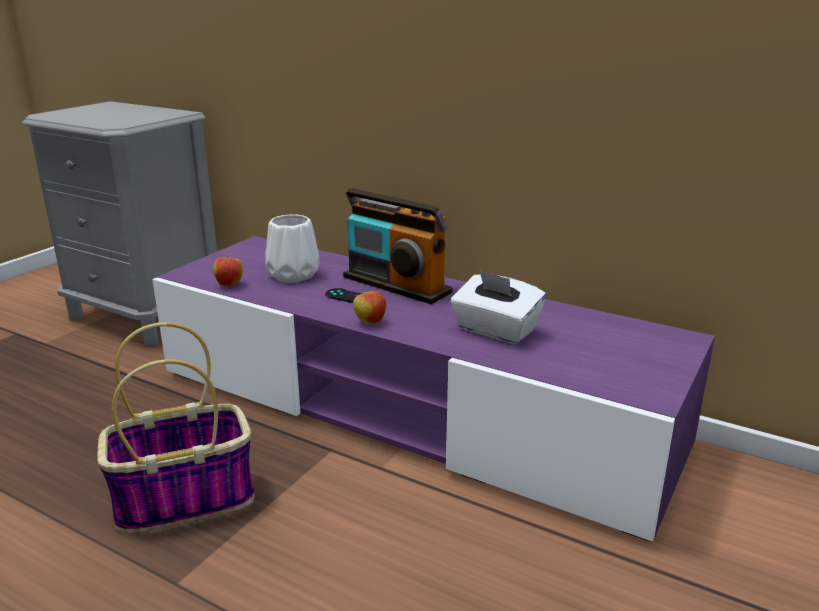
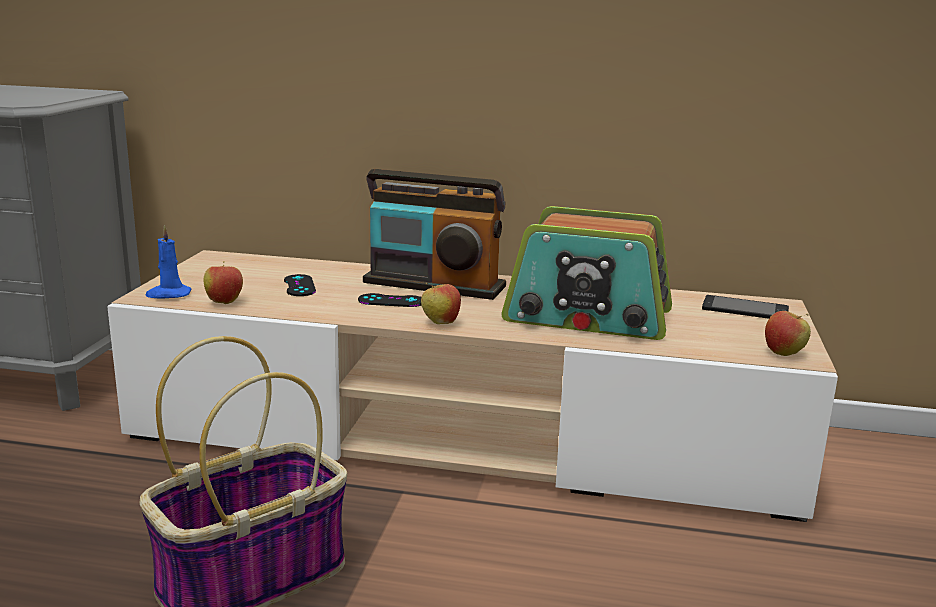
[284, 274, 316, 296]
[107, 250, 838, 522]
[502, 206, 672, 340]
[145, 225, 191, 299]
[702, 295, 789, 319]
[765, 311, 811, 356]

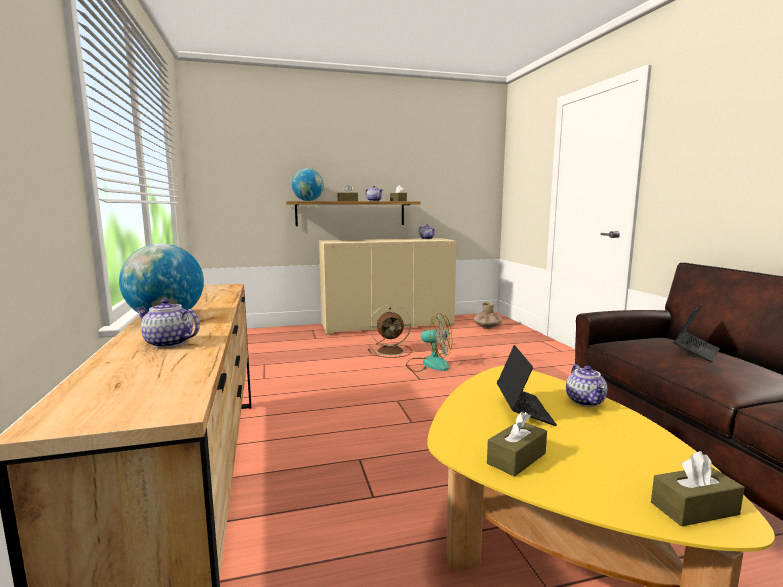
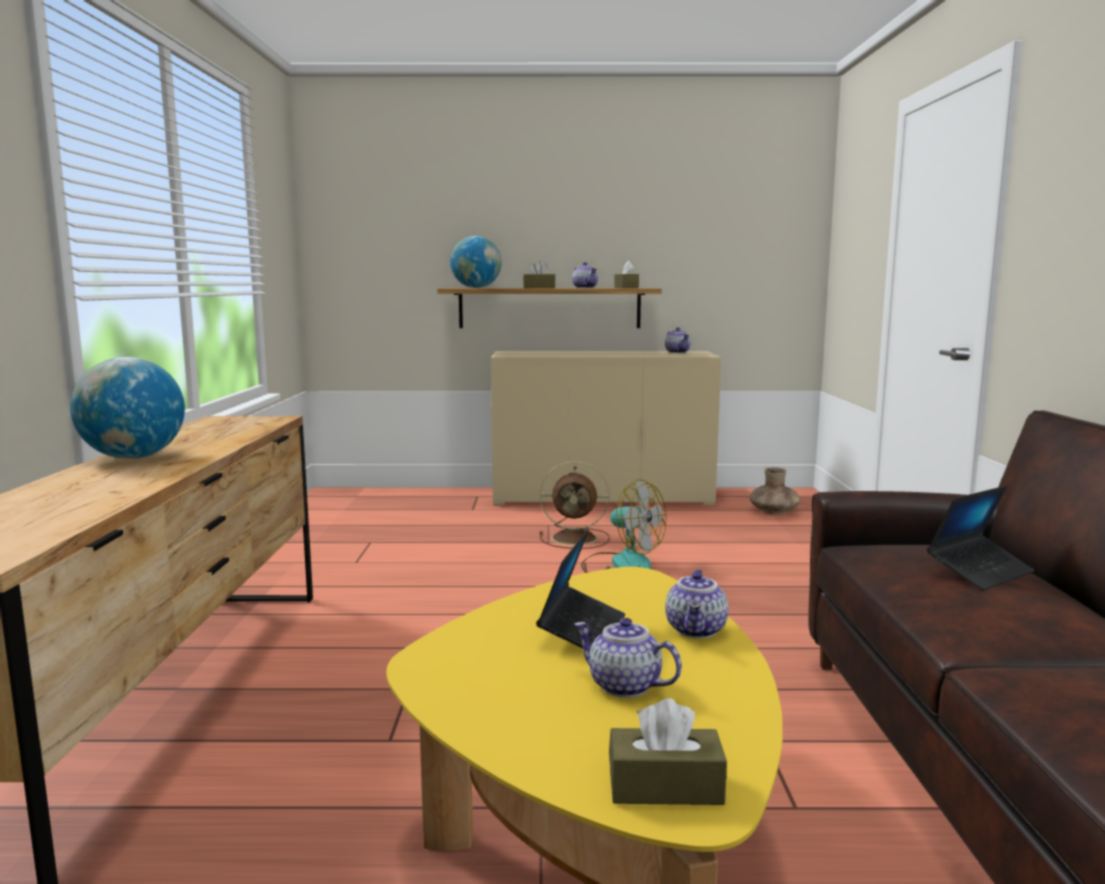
[574, 618, 682, 698]
[487, 412, 547, 477] (first image)

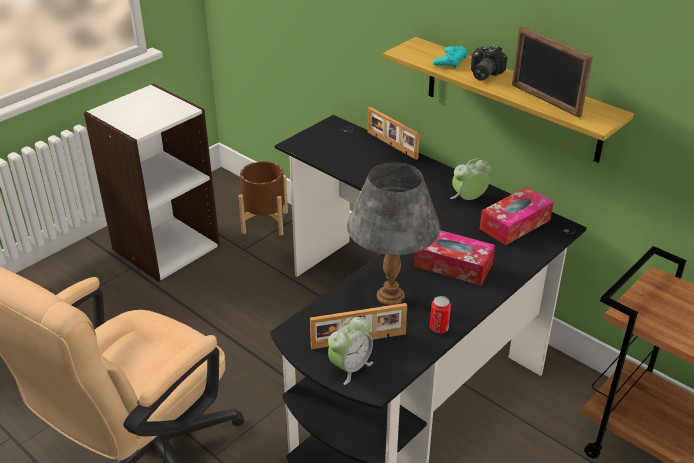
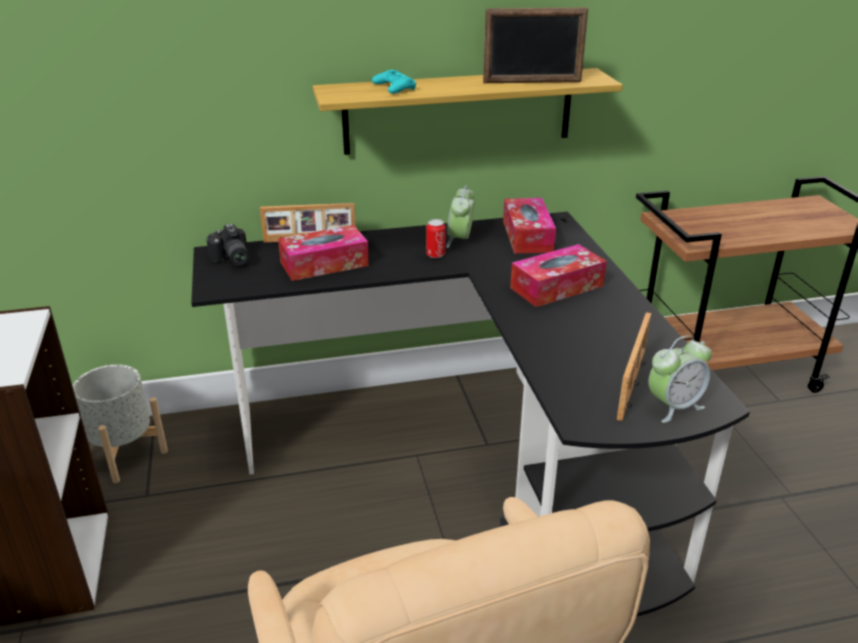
[206, 224, 249, 265]
[73, 364, 168, 483]
[347, 163, 440, 305] (first image)
[426, 219, 445, 258]
[648, 335, 712, 423]
[278, 225, 369, 281]

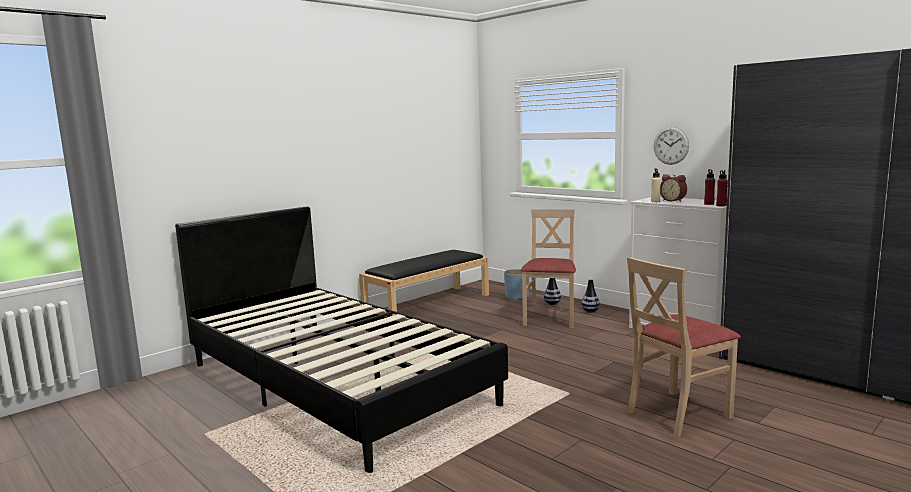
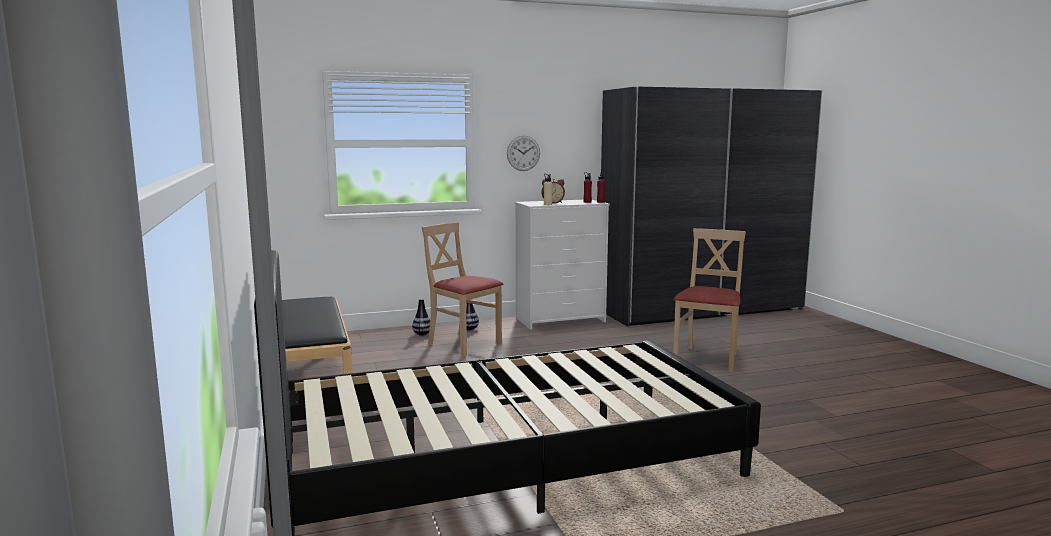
[673, 228, 746, 372]
[504, 269, 529, 300] (first image)

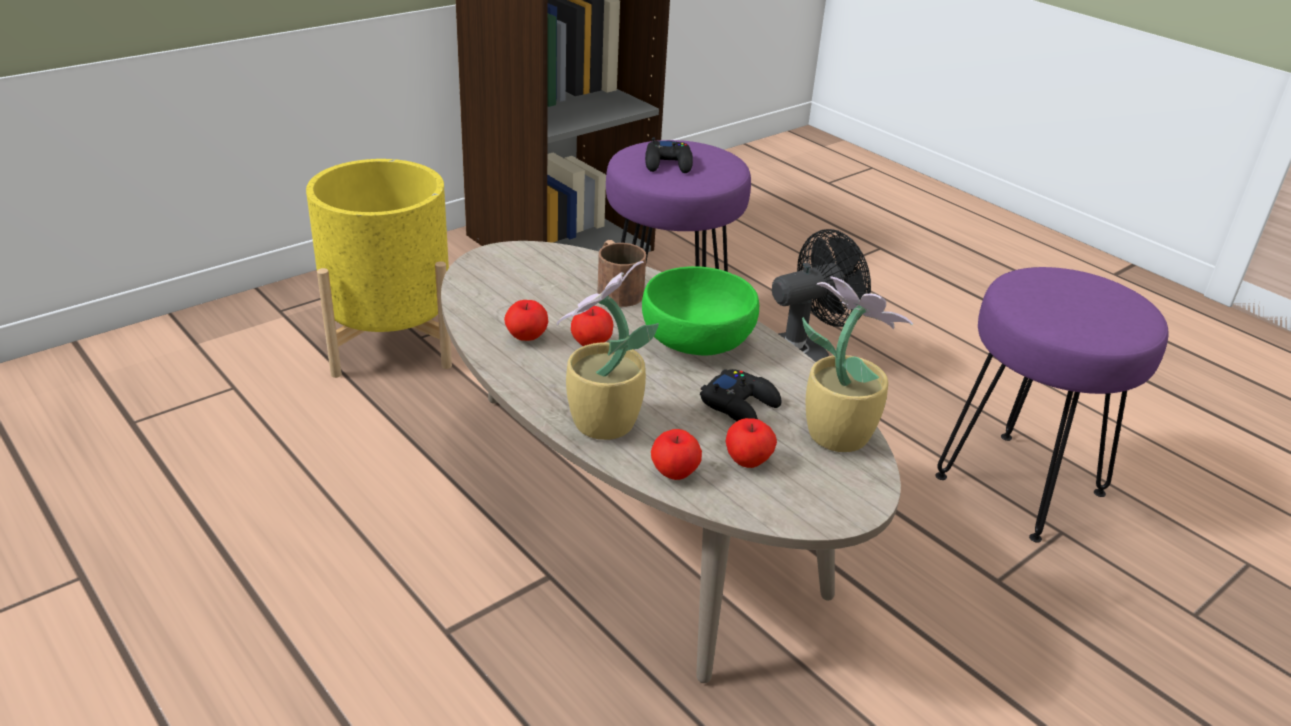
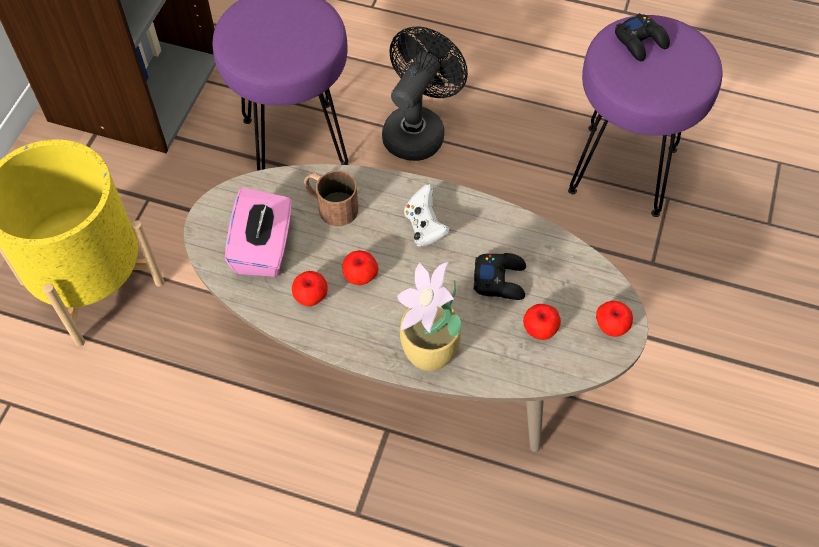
[615, 13, 670, 61]
[404, 184, 451, 247]
[802, 276, 913, 452] (first image)
[596, 301, 633, 337]
[225, 187, 292, 277]

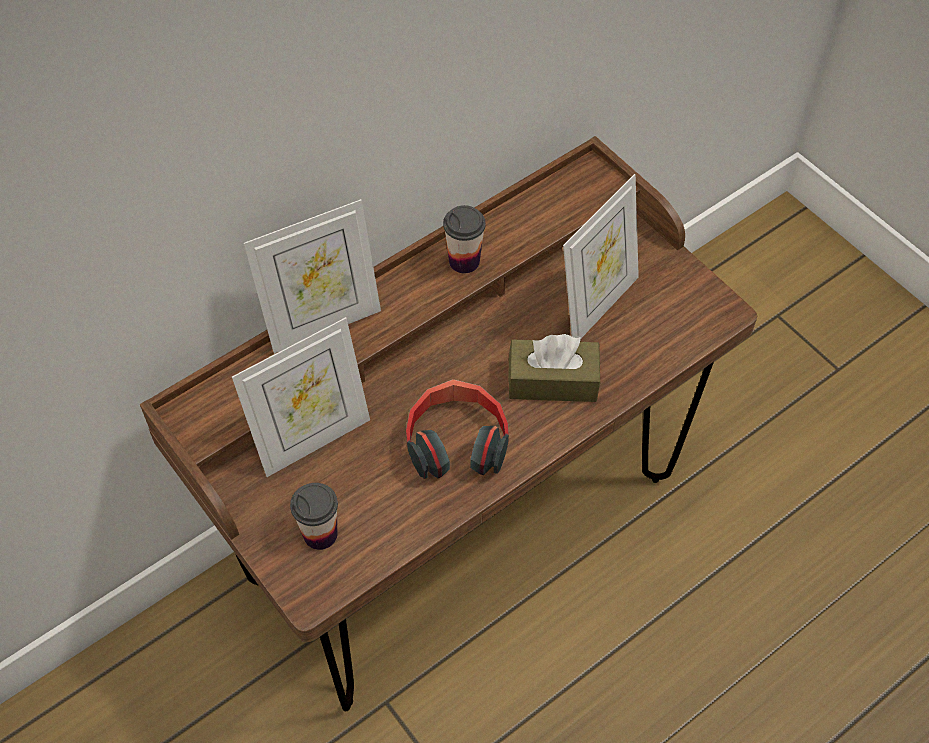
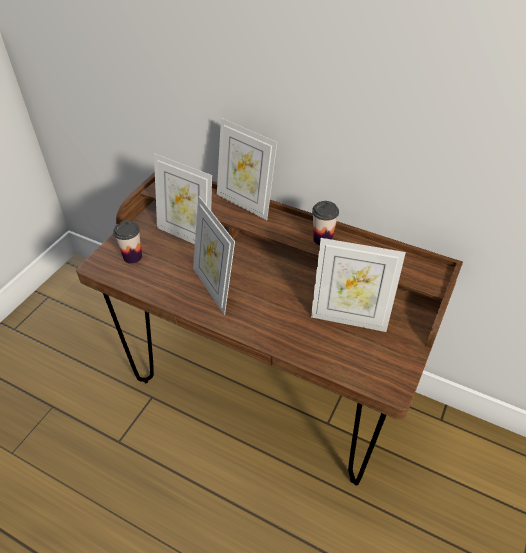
[508, 334, 600, 402] (first image)
[193, 196, 235, 315]

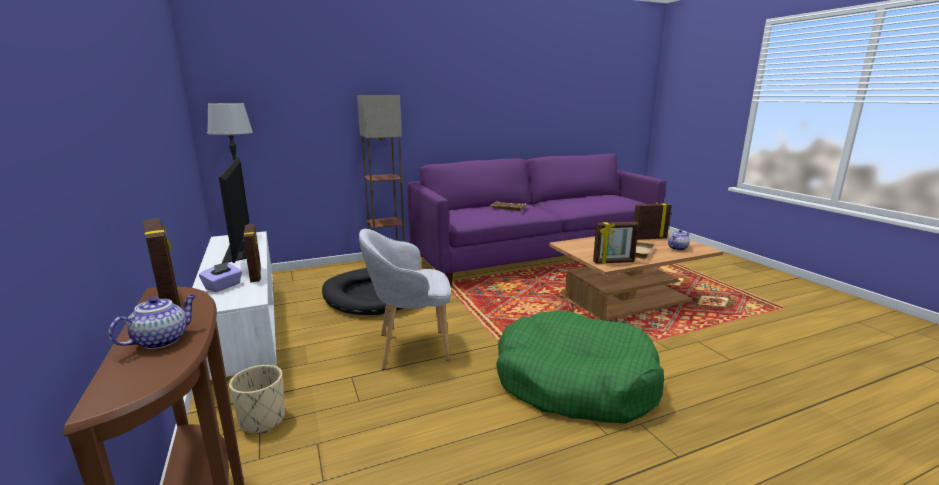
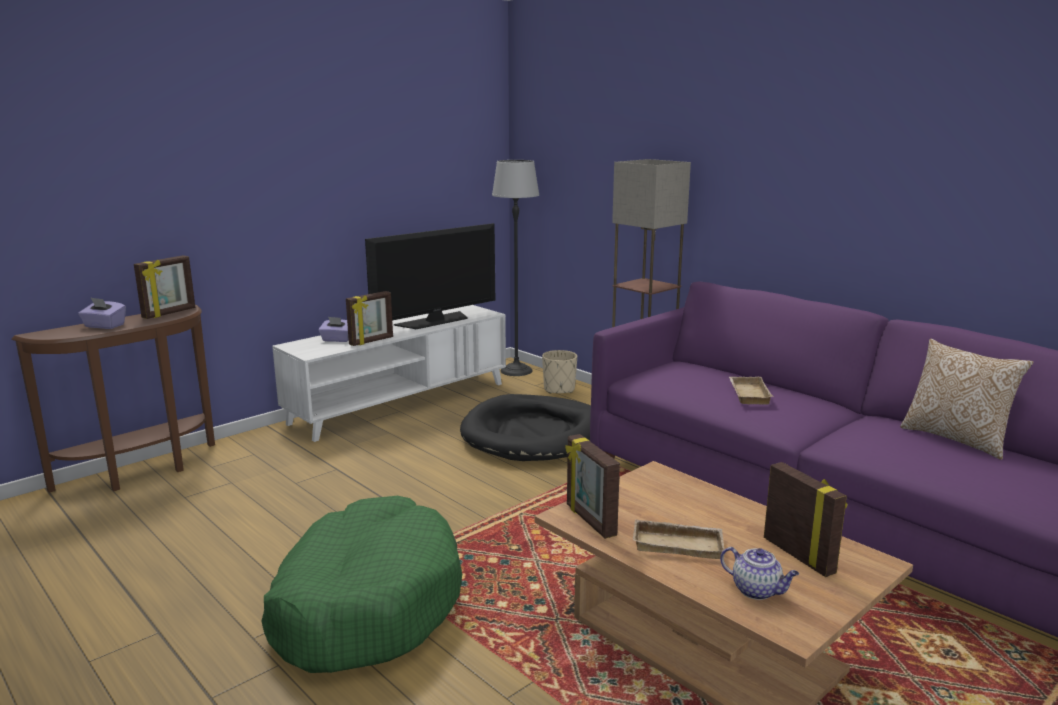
[359, 229, 451, 370] (first image)
[78, 297, 126, 329]
[542, 350, 577, 394]
[900, 339, 1033, 460]

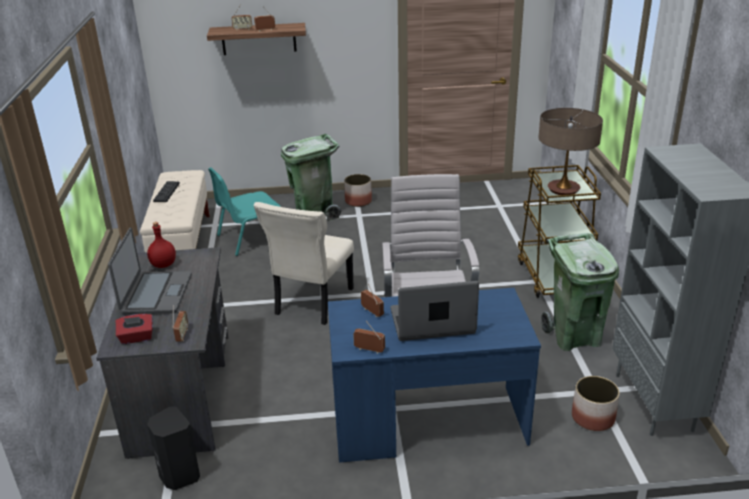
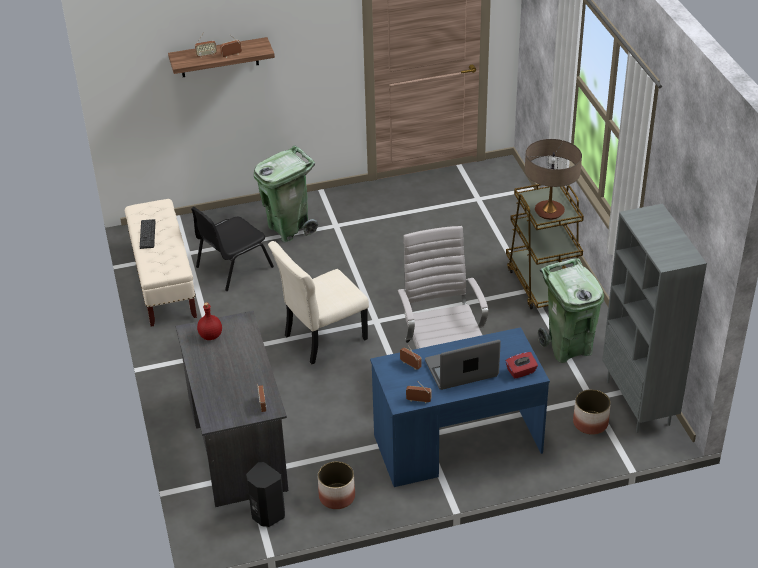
[191, 207, 274, 291]
[318, 461, 355, 509]
[268, 241, 369, 364]
[108, 227, 192, 314] (first image)
[506, 352, 538, 379]

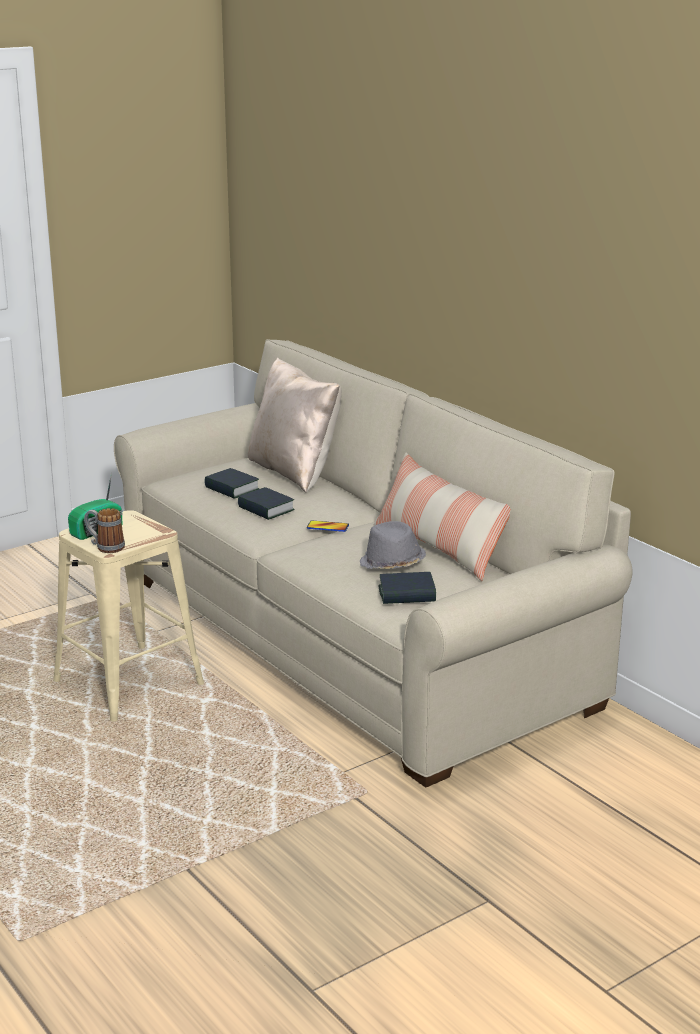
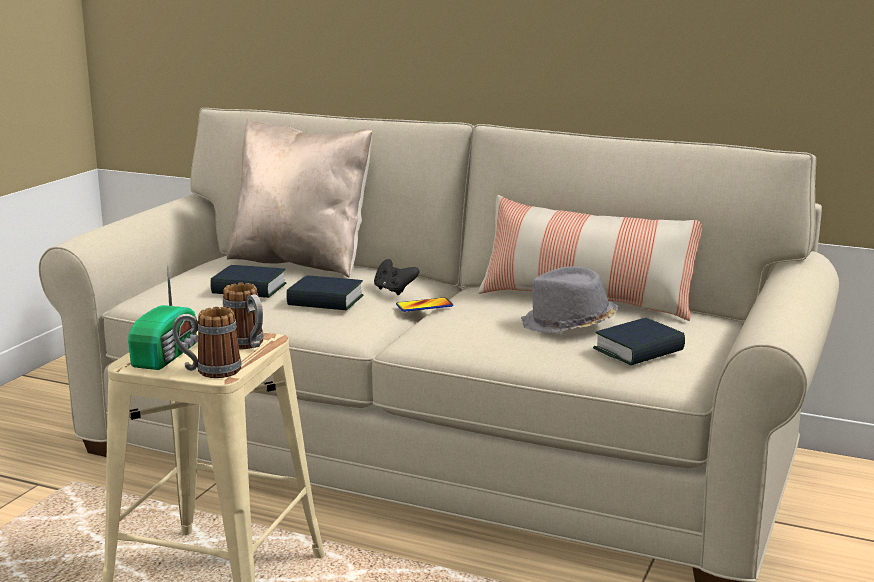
[374, 259, 419, 295]
[223, 283, 264, 349]

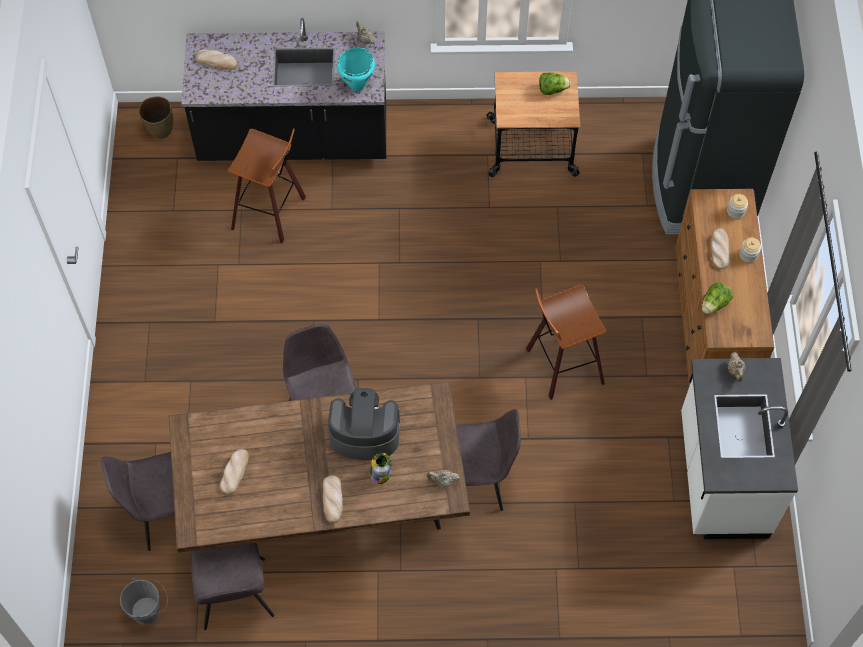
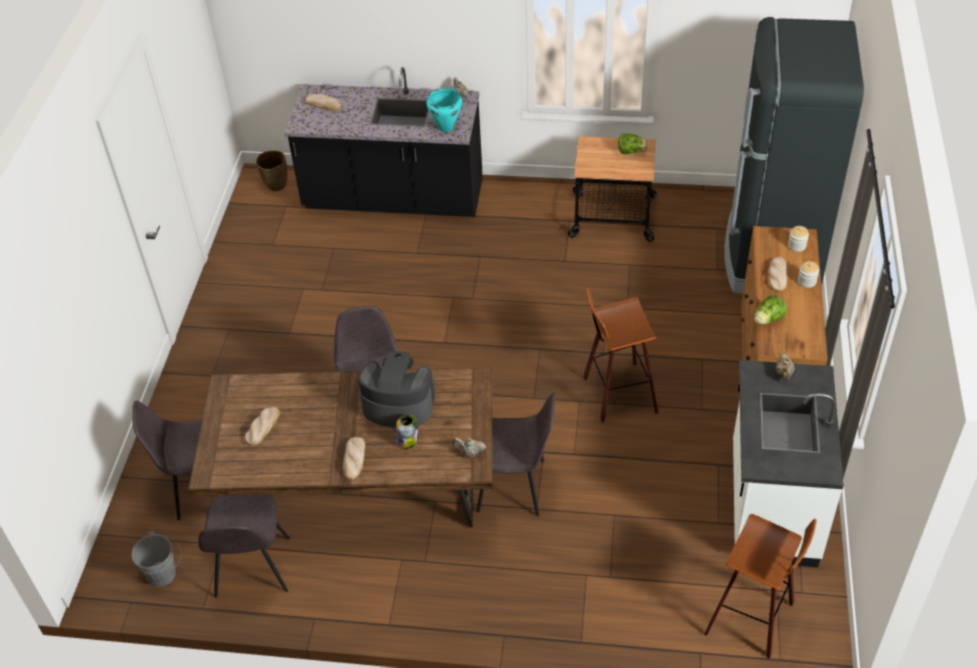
[704, 514, 817, 659]

